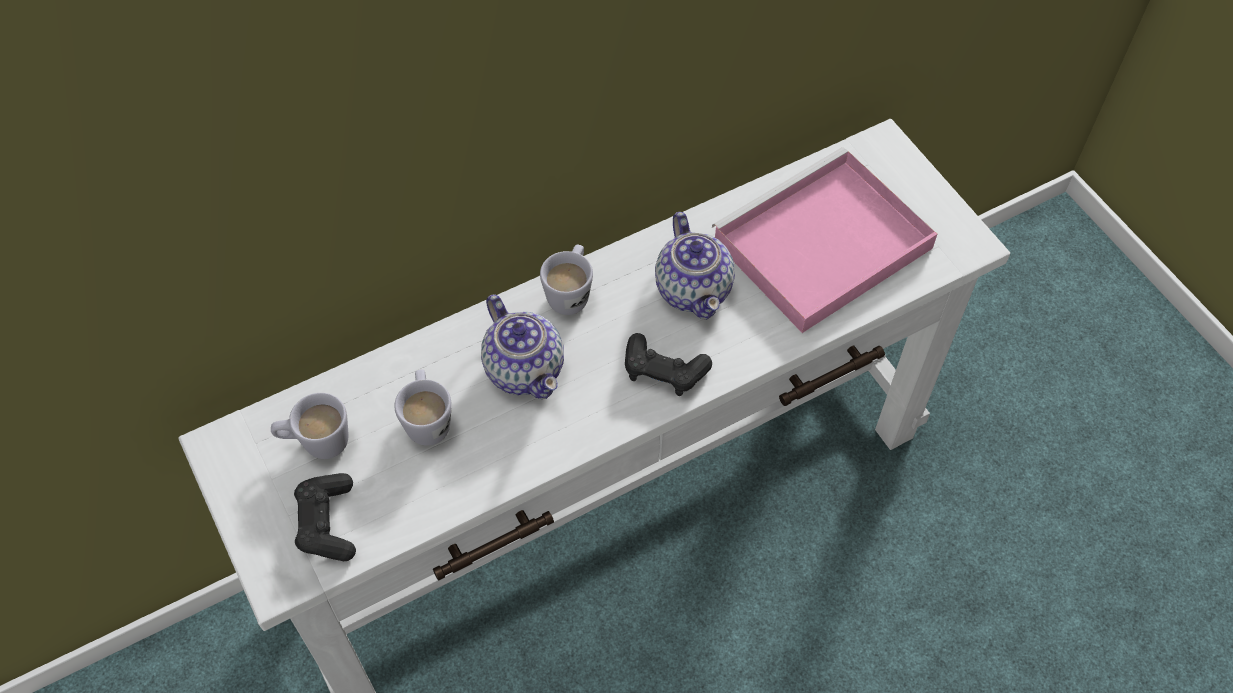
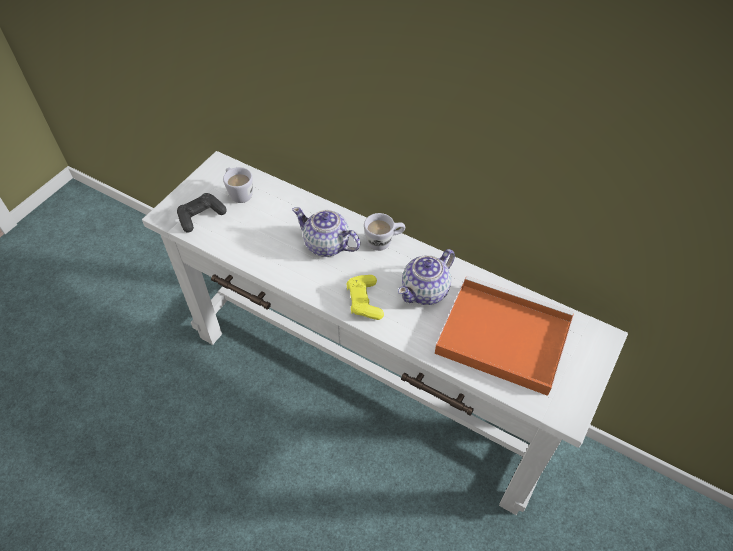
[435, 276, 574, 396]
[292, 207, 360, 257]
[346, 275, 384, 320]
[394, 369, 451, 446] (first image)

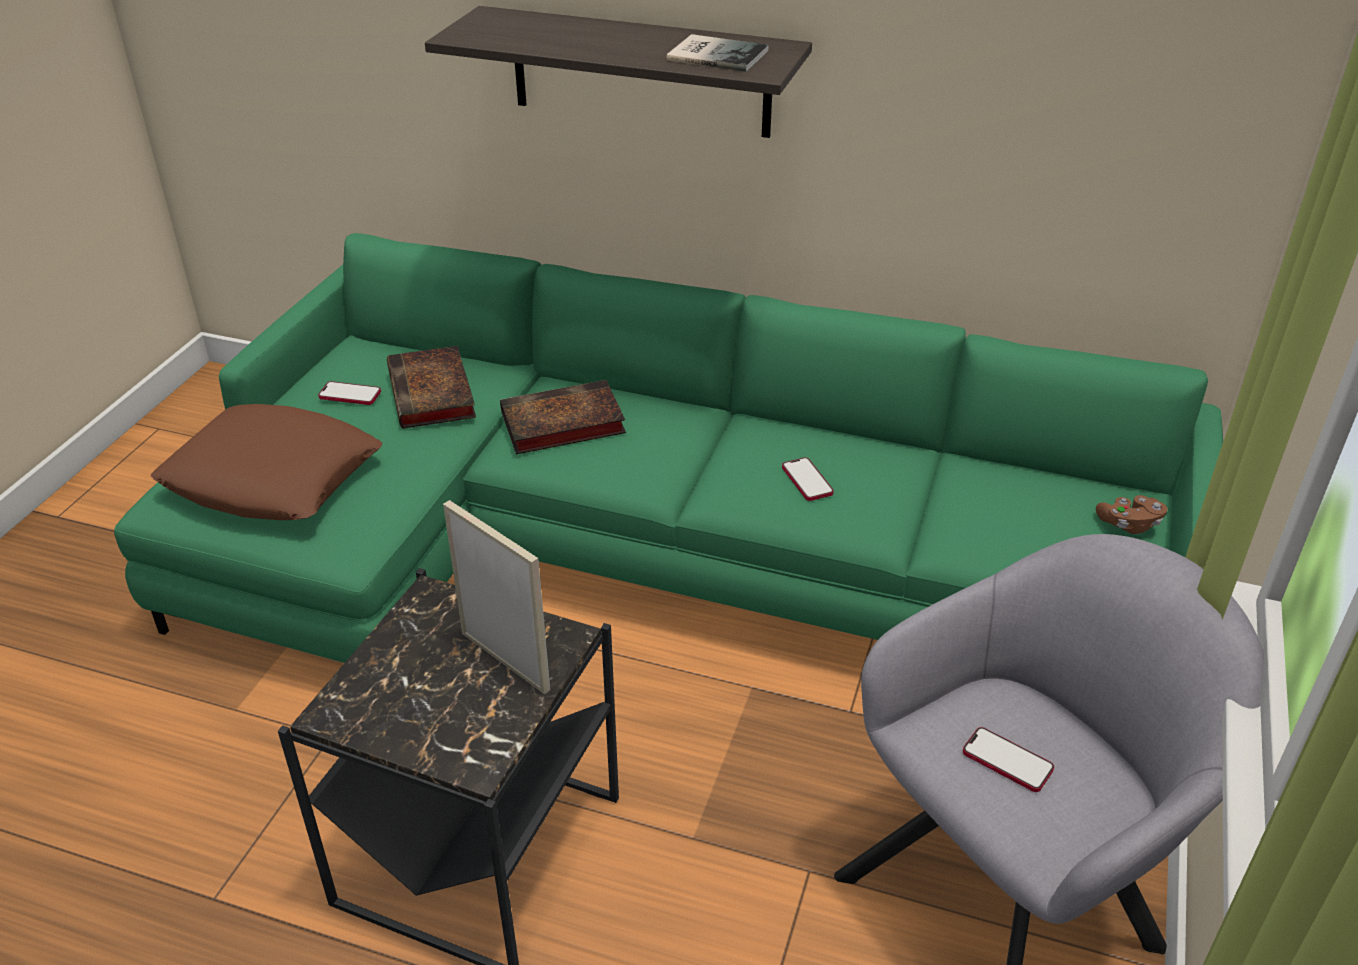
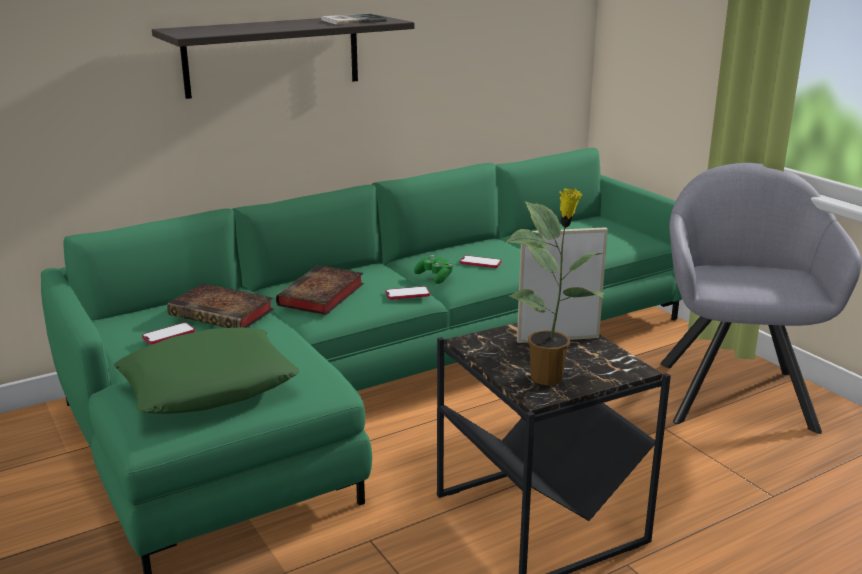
[114, 327, 299, 414]
[1096, 495, 1167, 534] (first image)
[385, 286, 430, 300]
[506, 188, 604, 385]
[414, 255, 454, 284]

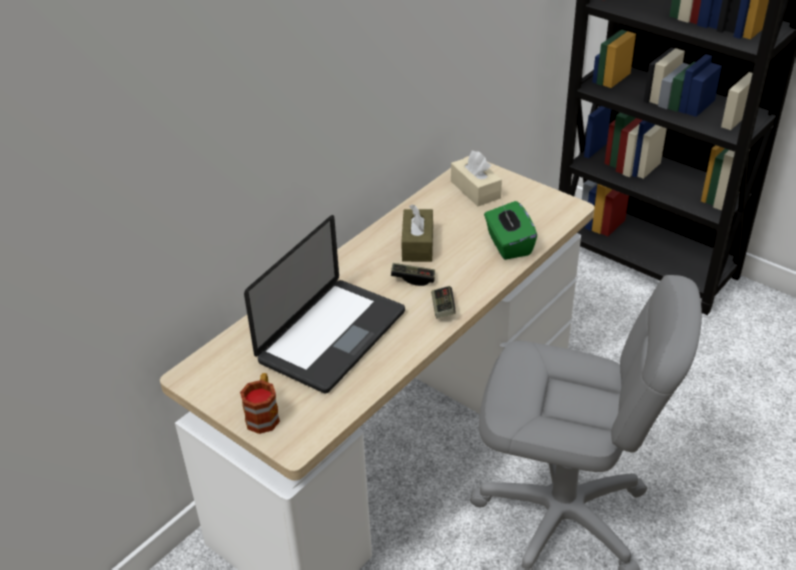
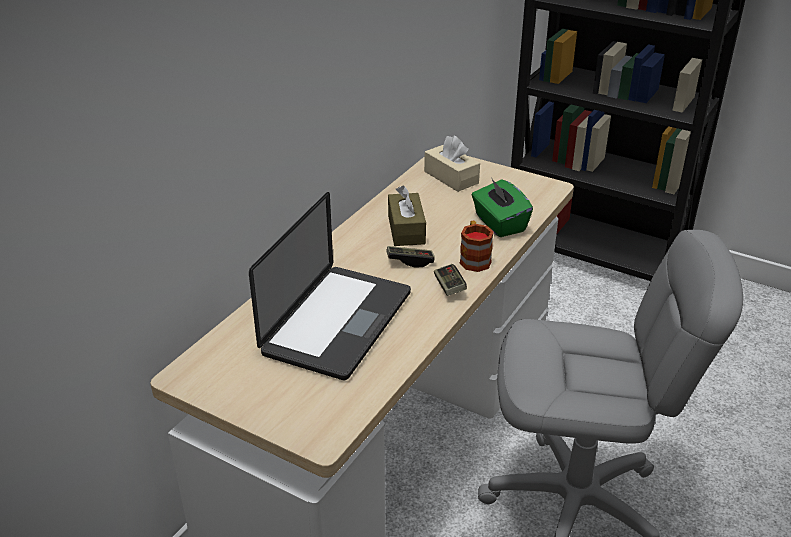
[460, 221, 494, 272]

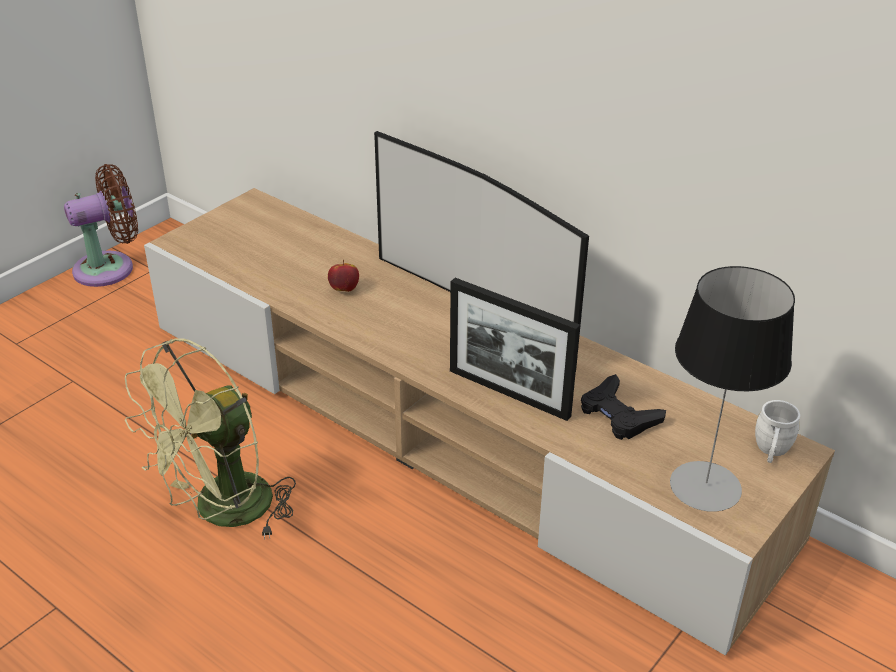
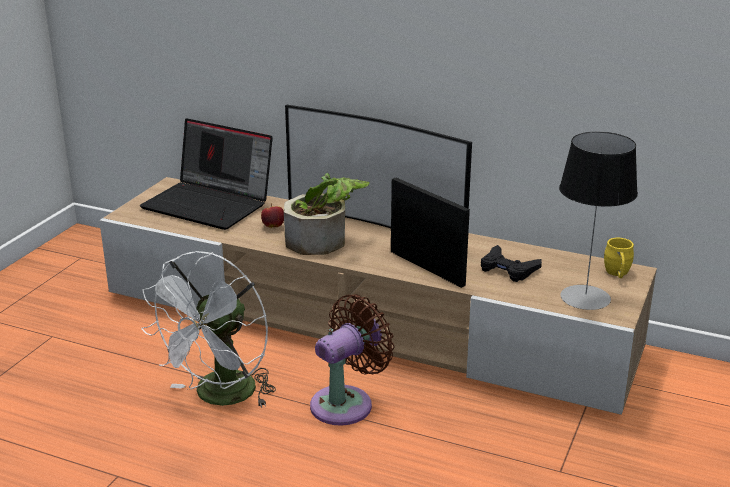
[310, 294, 394, 426]
[391, 178, 470, 288]
[141, 251, 276, 408]
[604, 238, 634, 278]
[140, 118, 273, 230]
[284, 173, 370, 255]

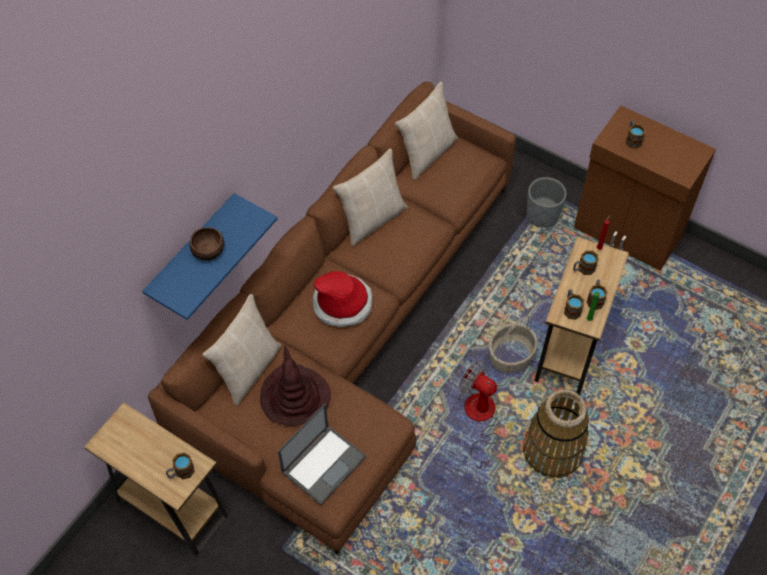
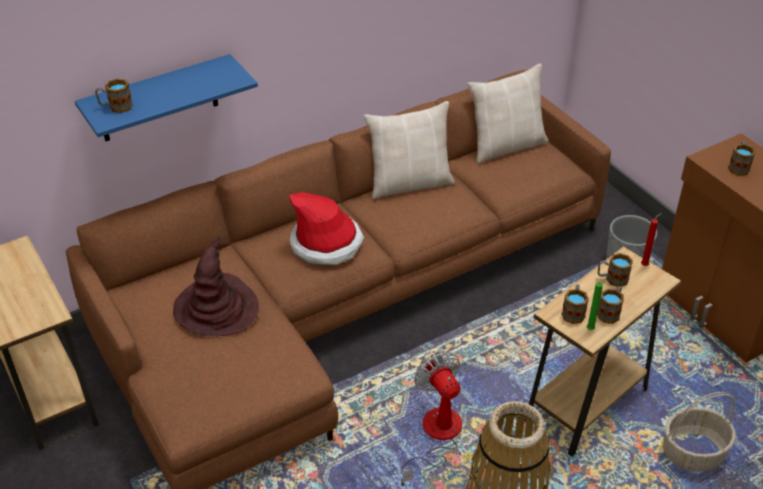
[190, 227, 224, 260] (first image)
[202, 294, 282, 405] (first image)
[663, 392, 736, 472]
[278, 404, 366, 505] (first image)
[95, 78, 133, 113]

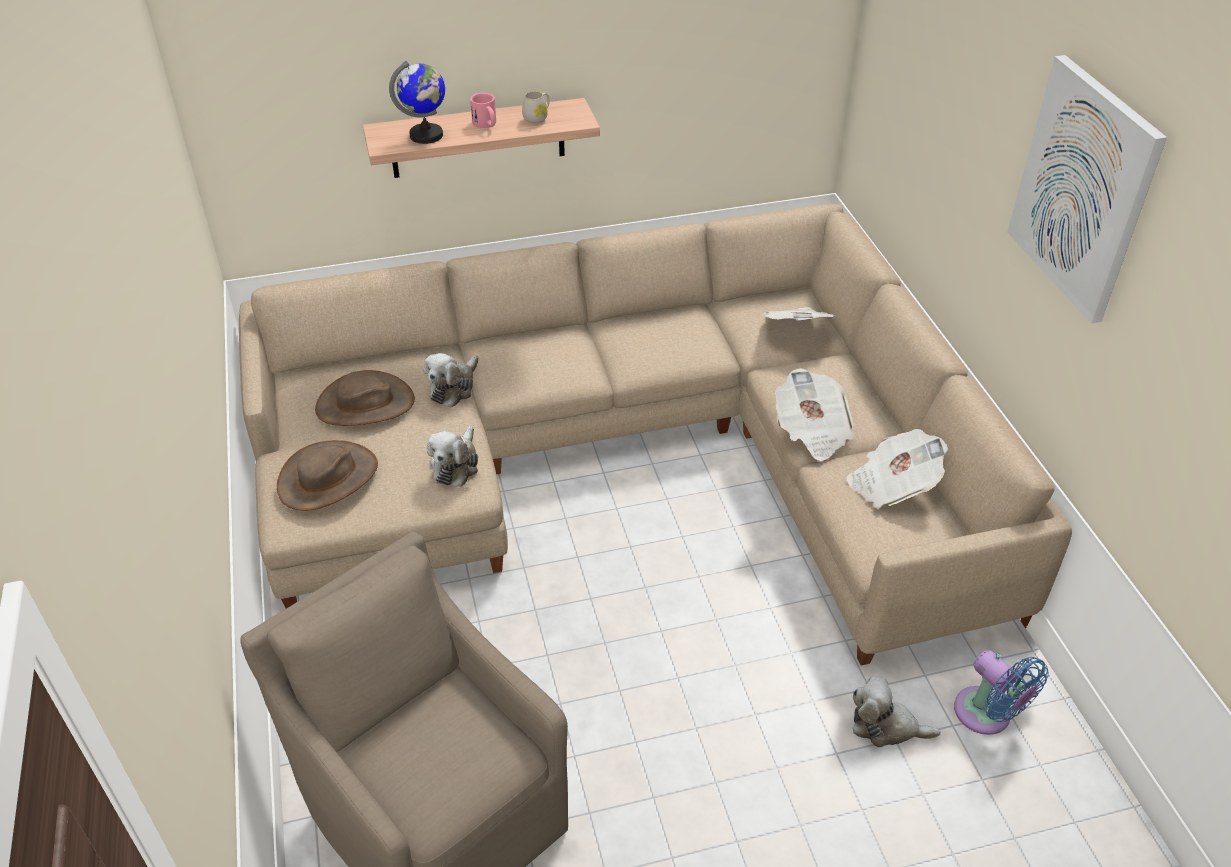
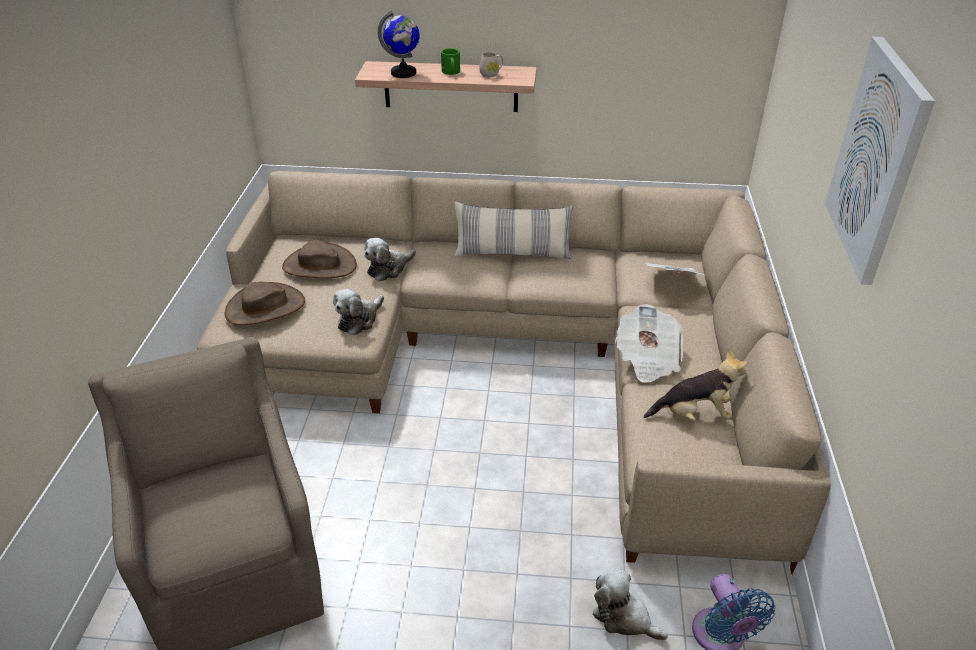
[441, 48, 460, 75]
[644, 349, 748, 421]
[454, 201, 573, 259]

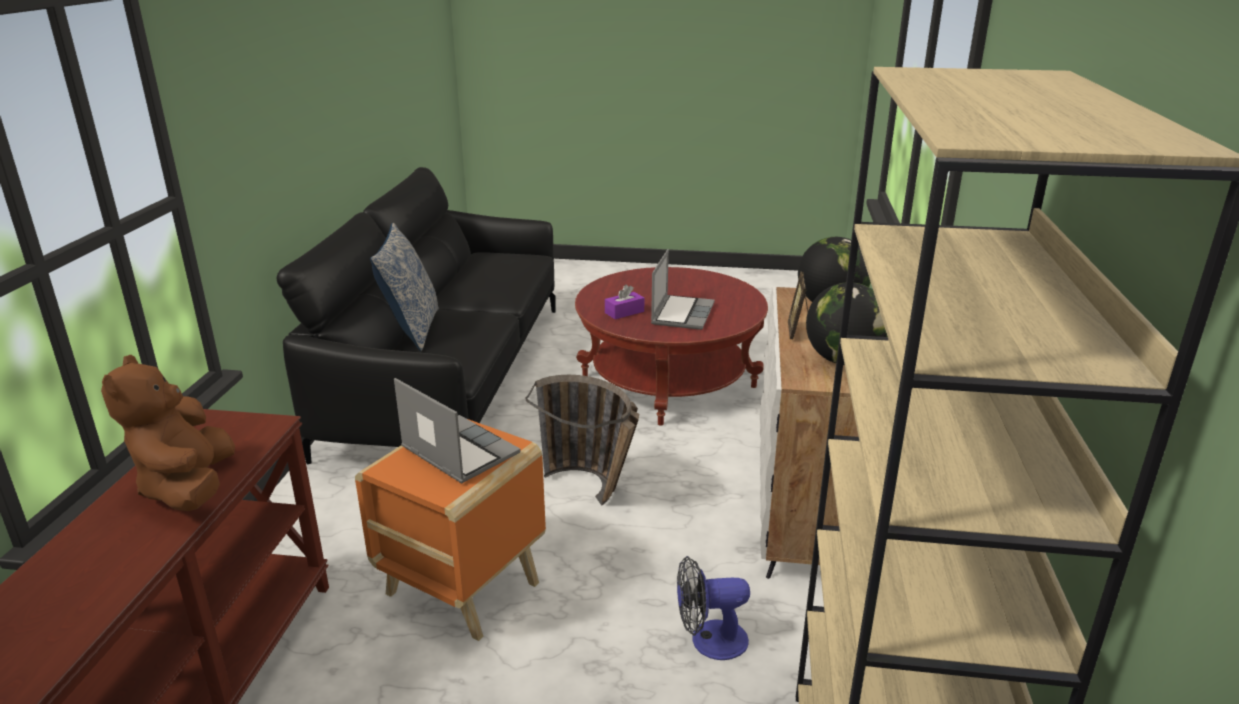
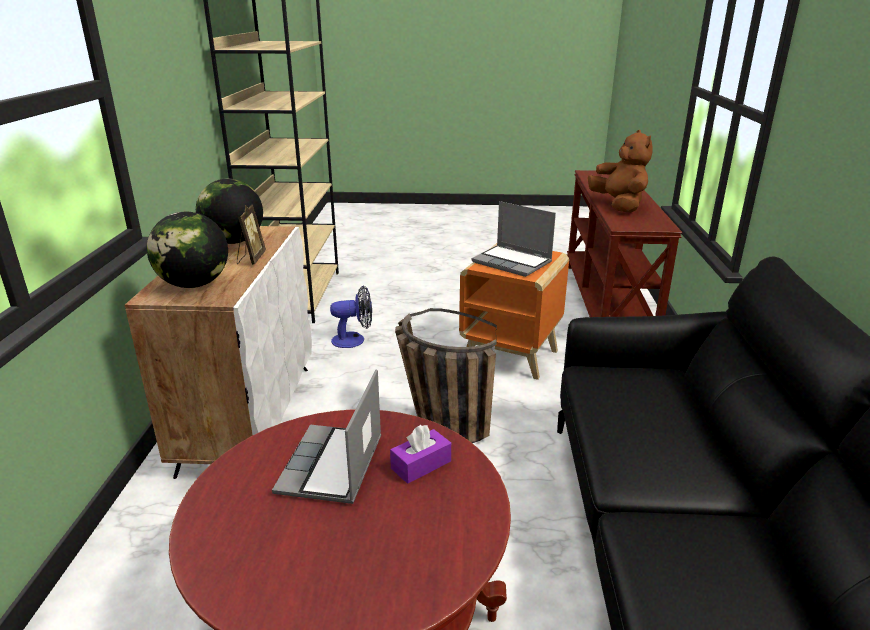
[370, 223, 439, 351] (first image)

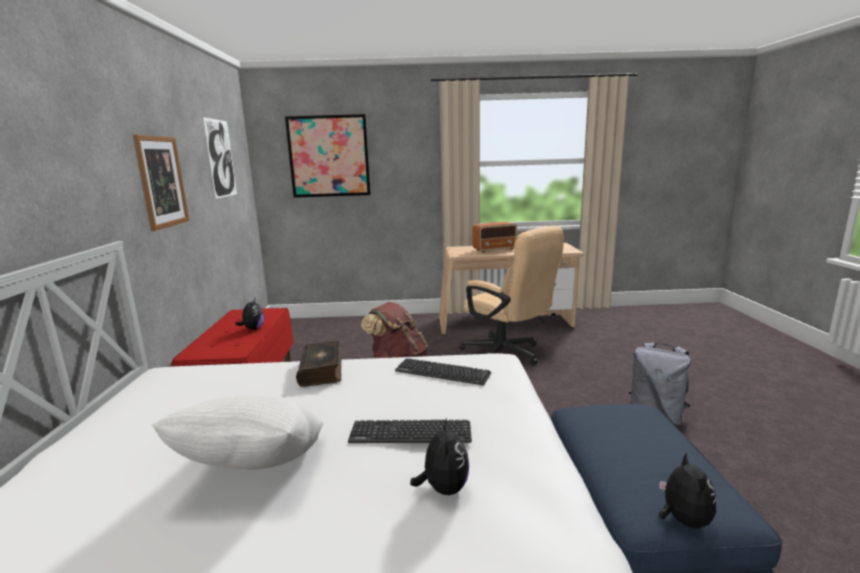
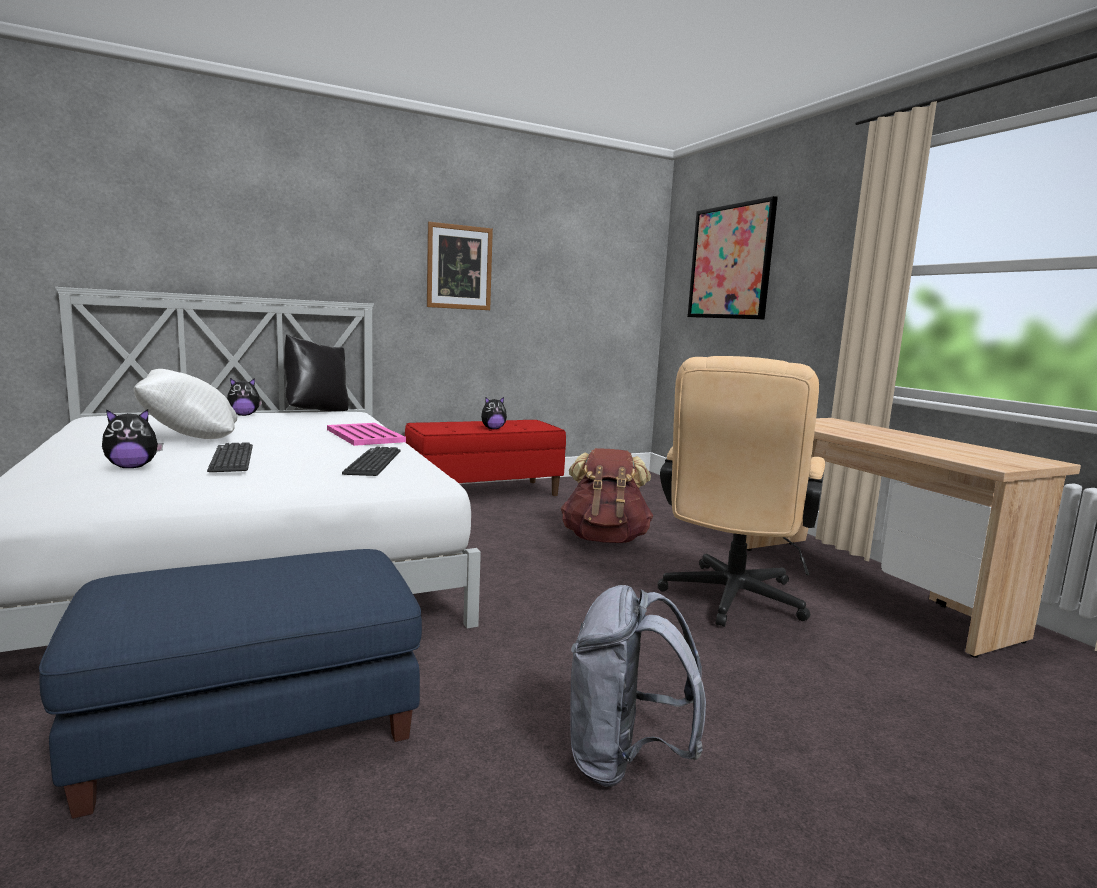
[203, 117, 237, 199] (first image)
[473, 222, 517, 253] (first image)
[327, 423, 406, 446]
[227, 378, 262, 416]
[284, 334, 348, 411]

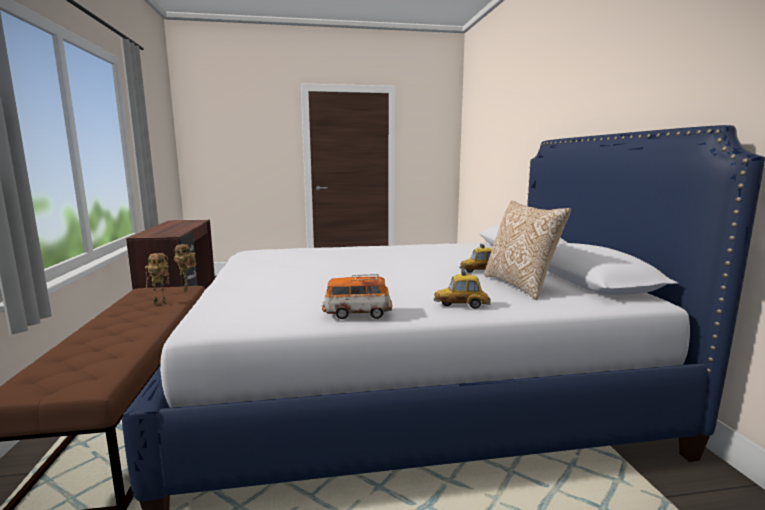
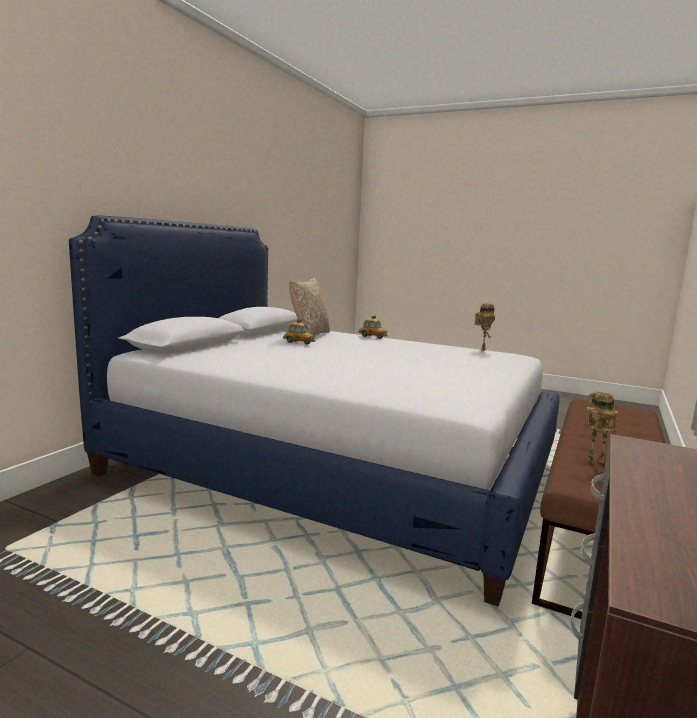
[474, 303, 495, 351]
[322, 274, 392, 319] (first image)

